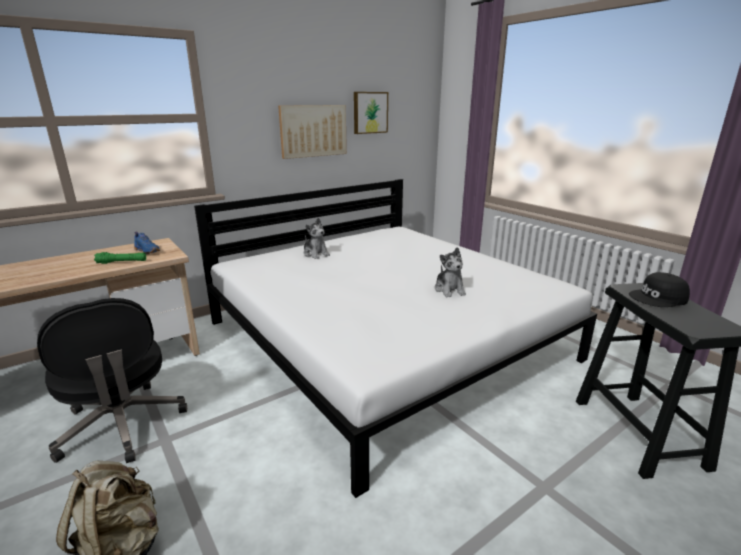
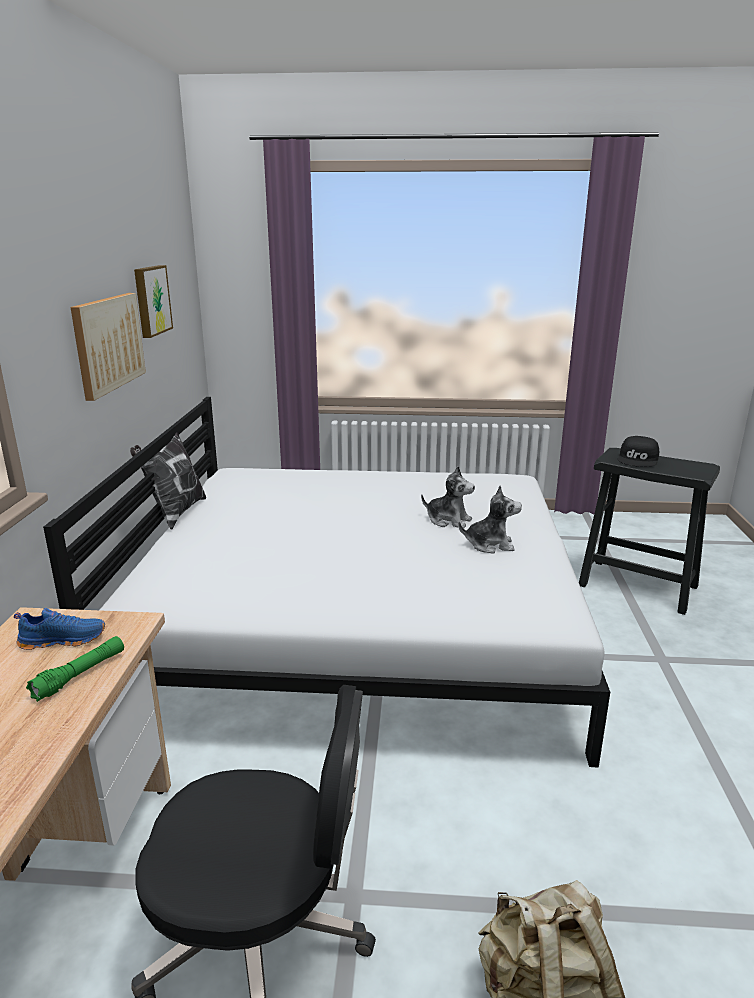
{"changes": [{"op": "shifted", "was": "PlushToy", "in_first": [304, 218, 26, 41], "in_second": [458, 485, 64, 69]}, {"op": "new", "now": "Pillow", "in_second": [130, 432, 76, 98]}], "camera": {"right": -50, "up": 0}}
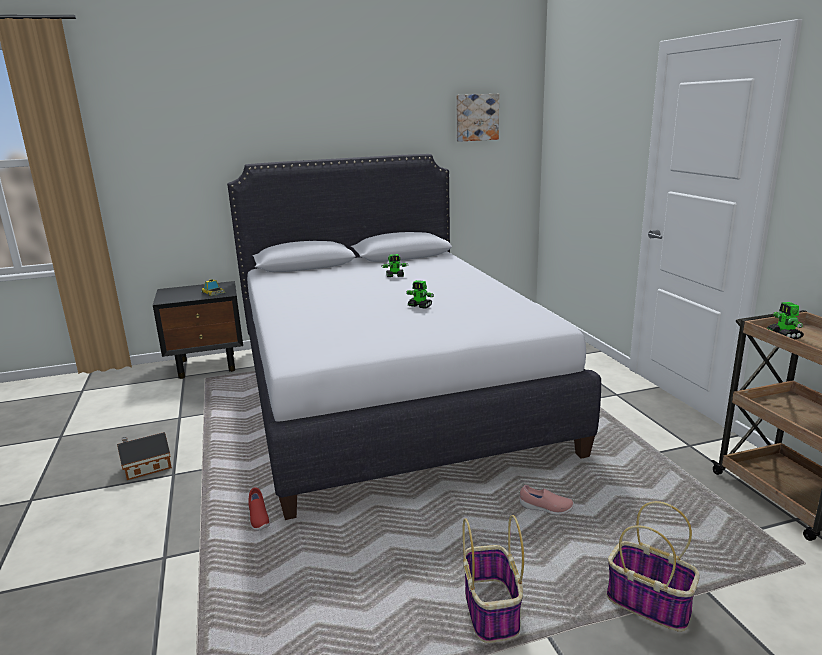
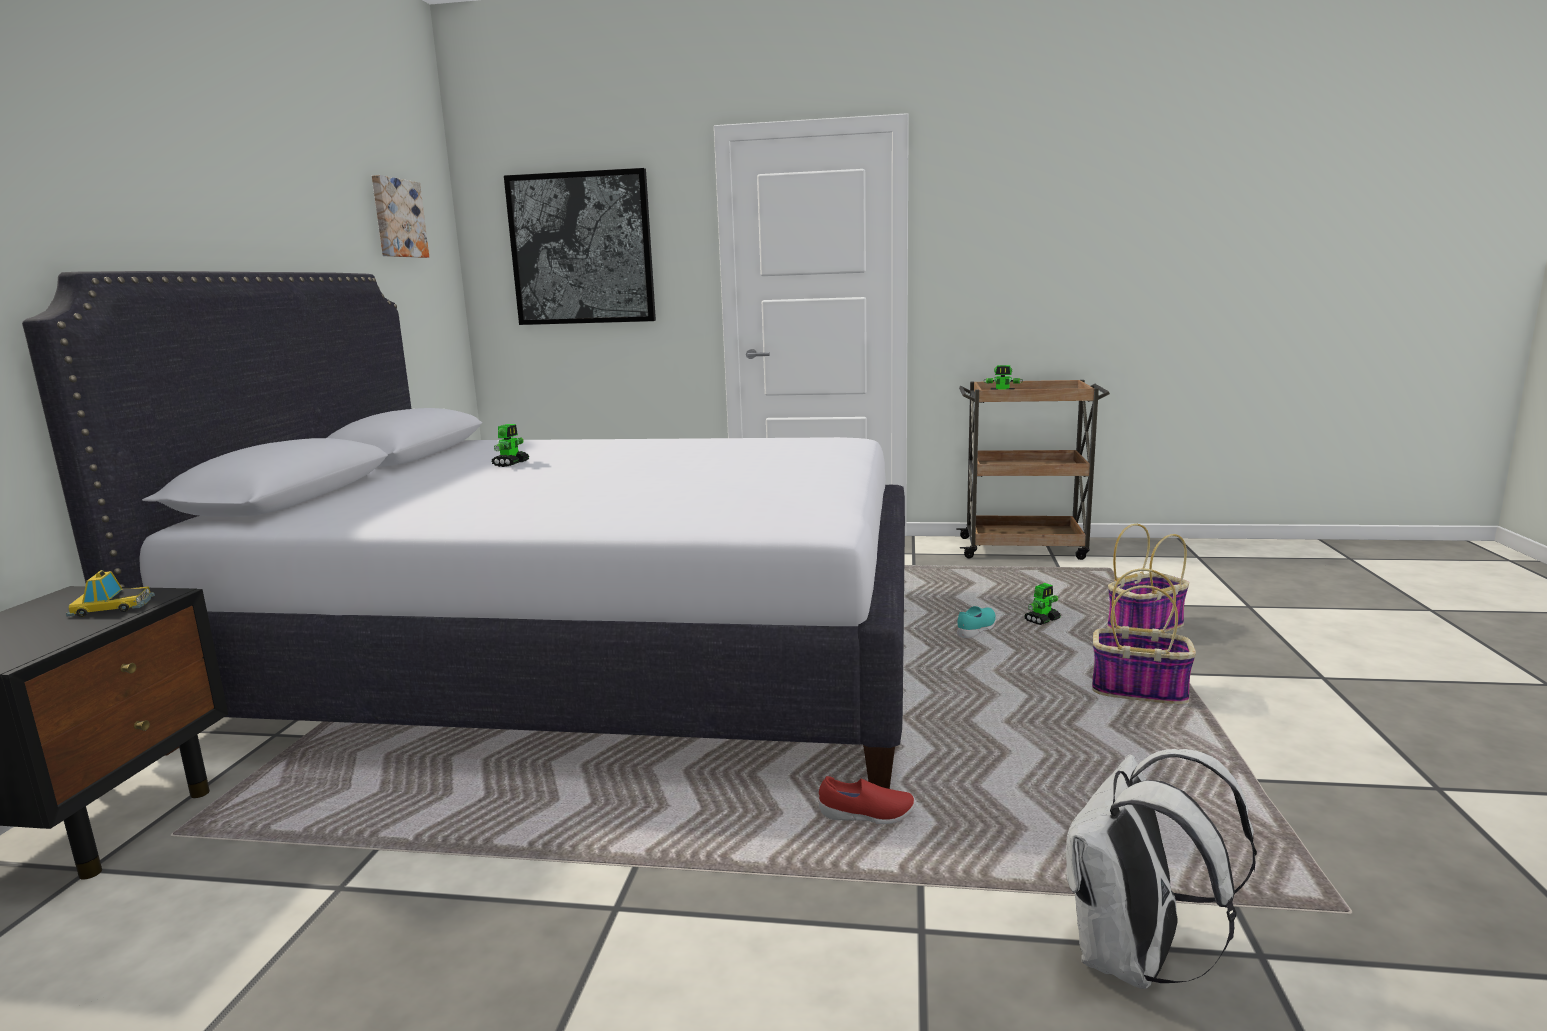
{"changes": [{"op": "shifted", "was": "ToyRobot", "in_first": [406, 280, 28, 29], "in_second": [1025, 583, 36, 42]}, {"op": "gone", "was": "ToyHouse", "in_first": [117, 432, 55, 48]}, {"op": "repainted", "was": "PinkShoe", "now": "TurquoiseShoe", "in_first": [520, 485, 54, 30], "in_second": [957, 606, 39, 32]}, {"op": "new", "now": "Picture", "in_second": [504, 168, 152, 157]}, {"op": "new", "now": "WhiteBackpack", "in_second": [1066, 749, 191, 240]}], "camera": {"right": -65, "up": -5}}
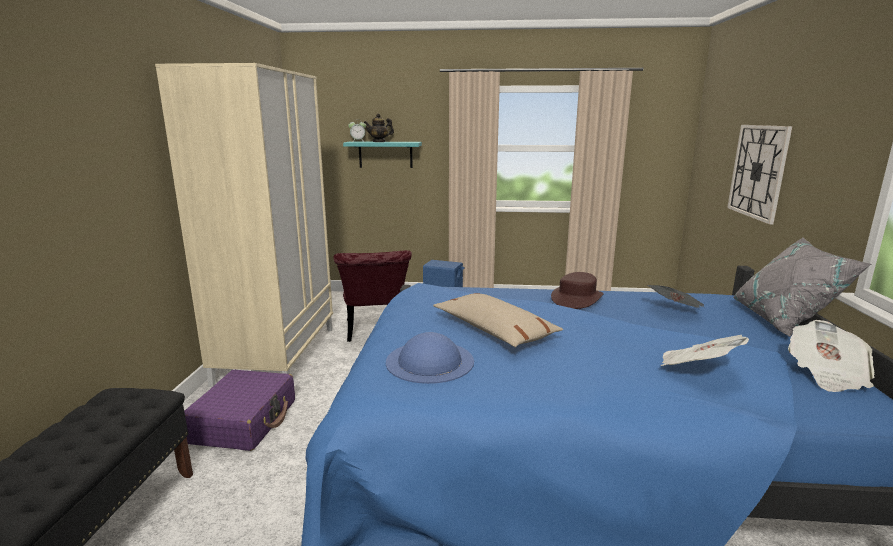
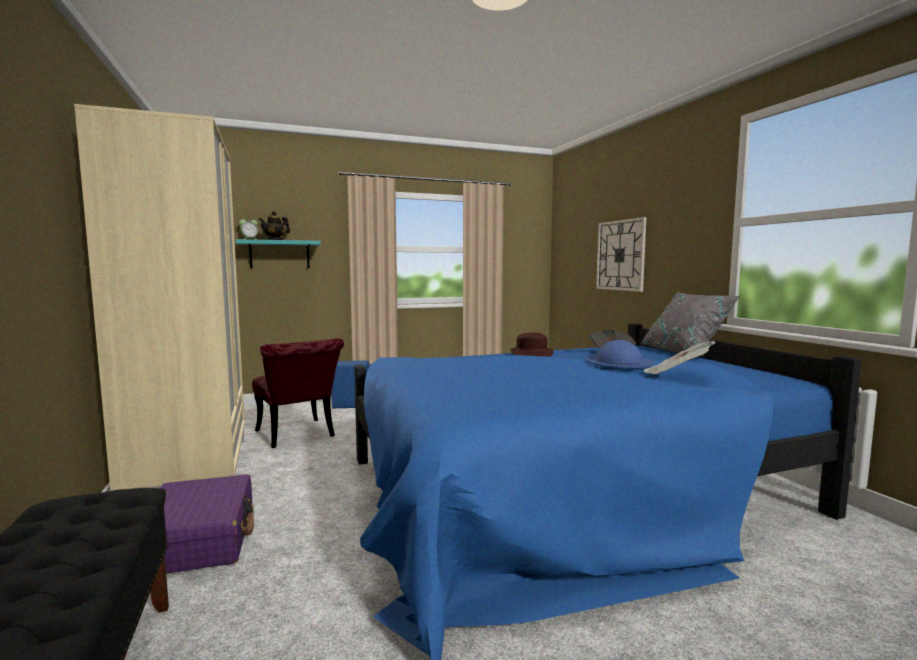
{"changes": [{"op": "gone", "was": "BeigePillow", "in_first": [433, 293, 130, 54]}, {"op": "gone", "was": "Newspaper", "in_first": [788, 320, 86, 72]}, {"op": "shifted", "was": "BlueHat", "in_first": [386, 332, 88, 52], "in_second": [585, 340, 69, 28]}], "camera": {"right": -25, "up": -10}}
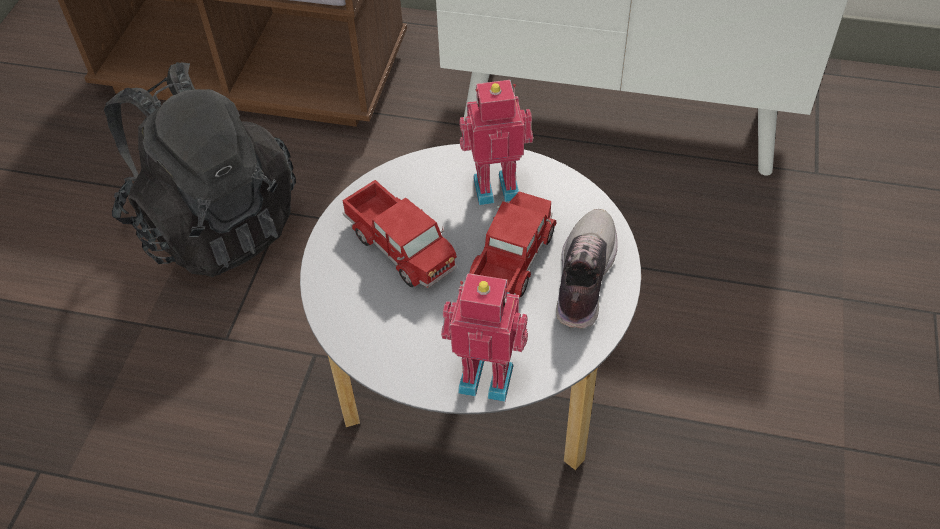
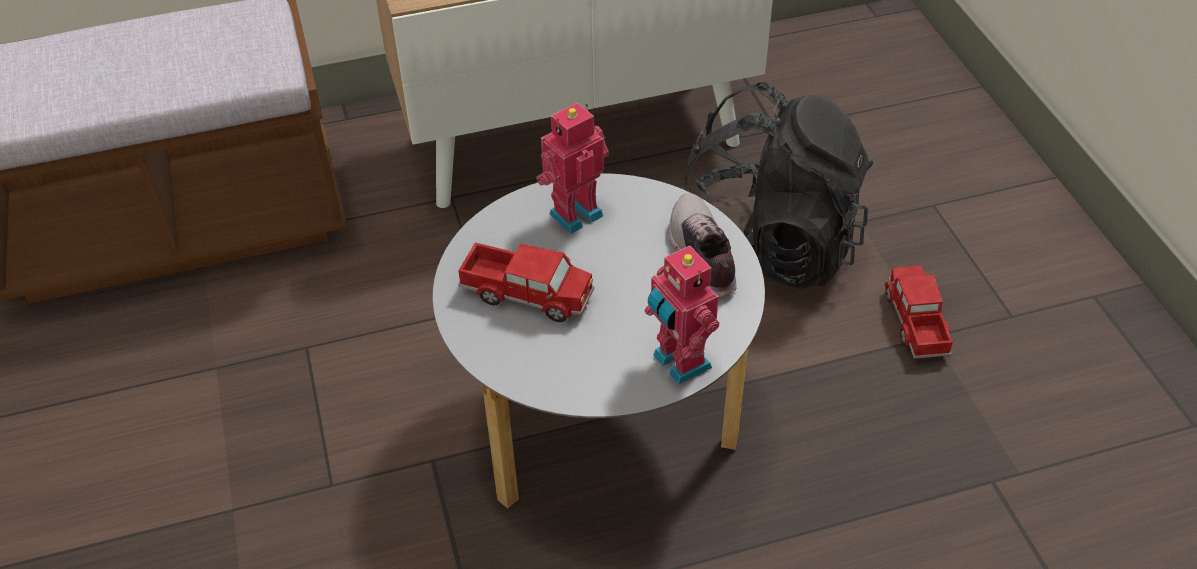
{"changes": [{"op": "shifted", "was": "BlackBackpack", "in_first": [104, 62, 192, 215], "in_second": [684, 82, 189, 207]}, {"op": "shifted", "was": "ToyTruck", "in_first": [469, 192, 88, 105], "in_second": [885, 265, 68, 94]}, {"op": "rotated", "was": "ToyRobot", "in_first": [441, 273, 87, 129], "in_second": [645, 245, 75, 140], "clockwise": -105}], "camera": {"right": -30, "up": -5}}
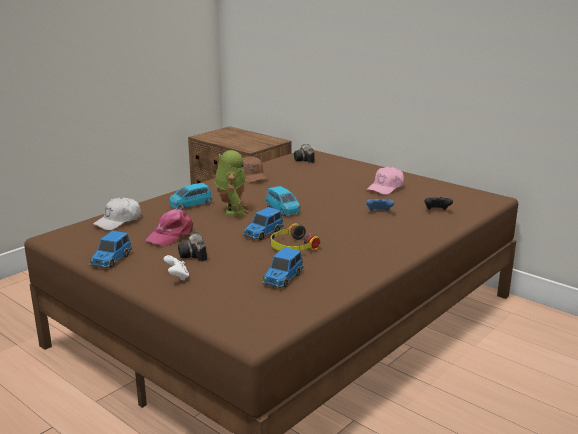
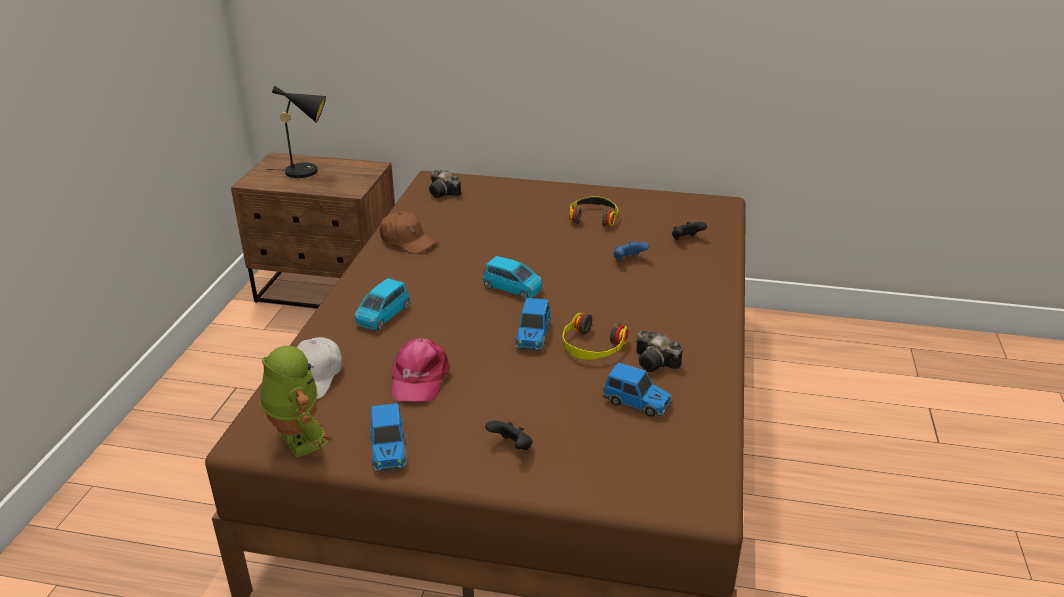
{"changes": [{"op": "shifted", "was": "ToyRobot", "in_first": [215, 150, 34, 66], "in_second": [260, 346, 72, 112]}, {"op": "swapped", "was": "PinkCap", "now": "Headphones", "in_first": [367, 166, 37, 29], "in_second": [569, 196, 50, 31]}, {"op": "shifted", "was": "PhotoCamera", "in_first": [178, 232, 29, 30], "in_second": [636, 331, 47, 41]}, {"op": "rotated", "was": "ToyCar", "in_first": [262, 247, 41, 41], "in_second": [603, 362, 69, 55], "clockwise": -60}, {"op": "repainted", "was": "WhiteGameController", "now": "BlackGameController", "in_first": [164, 255, 25, 26], "in_second": [485, 420, 48, 30]}, {"op": "new", "now": "BlackTableLamp", "in_second": [266, 86, 60, 92]}], "camera": {"right": -30, "up": 10}}
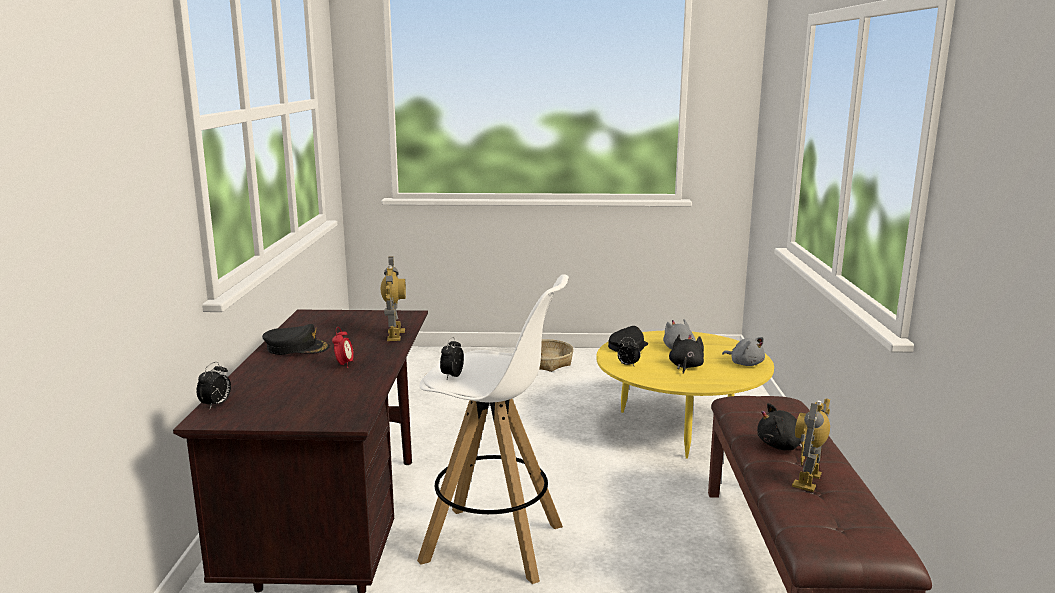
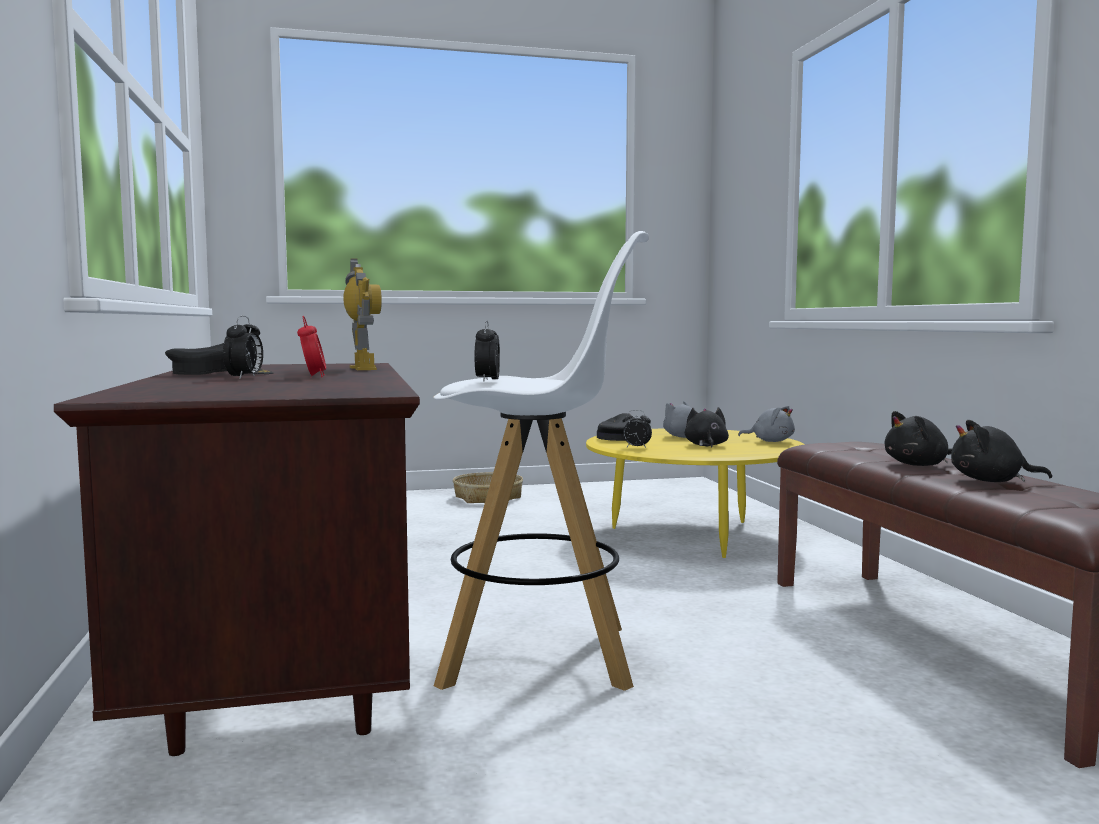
{"changes": [{"op": "shifted", "was": "AlarmClock", "in_first": [196, 362, 35, 47], "in_second": [223, 316, 40, 63]}, {"op": "swapped", "was": "ToyRobot", "now": "BlackPlushToy", "in_first": [792, 399, 38, 93], "in_second": [951, 420, 101, 62]}], "camera": {"right": -15, "up": -10}}
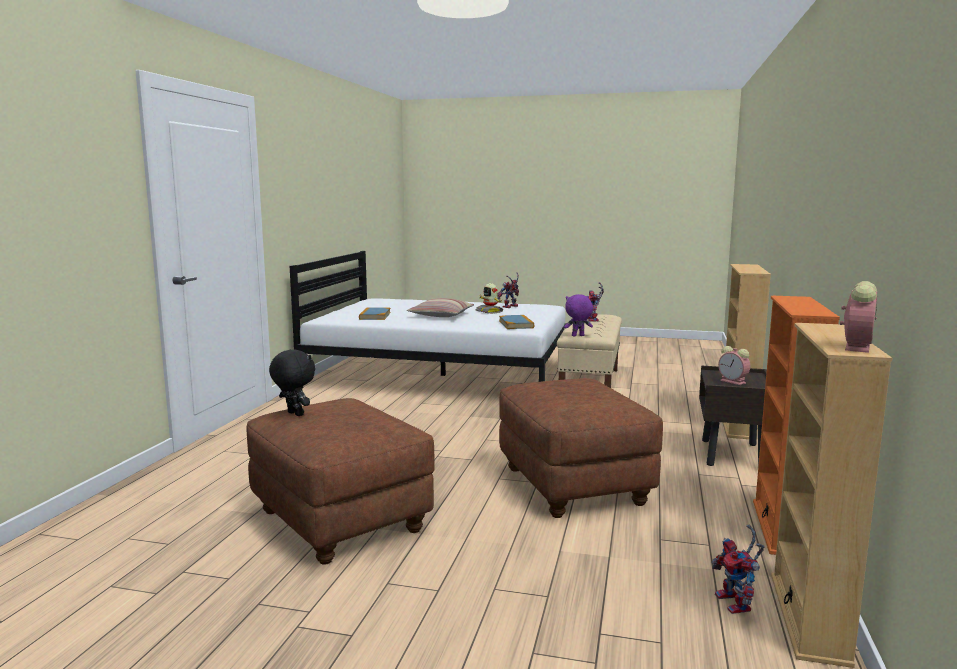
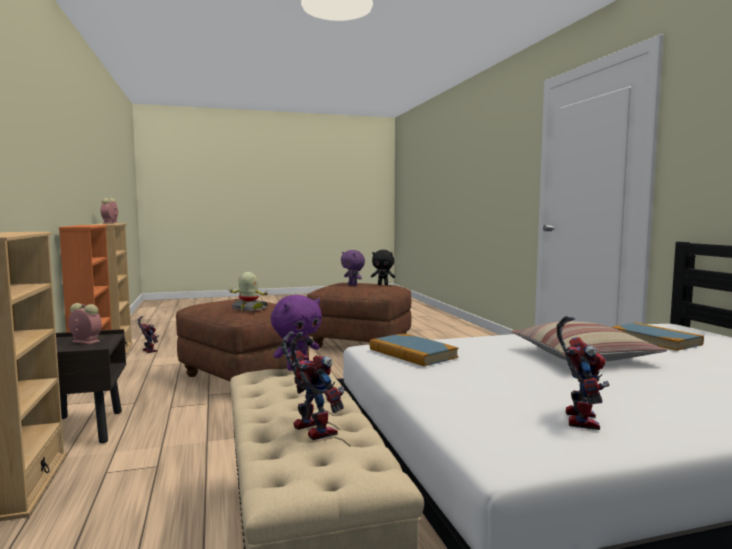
{"changes": [{"op": "shifted", "was": "ToyRobot", "in_first": [476, 283, 27, 31], "in_second": [229, 272, 39, 39]}, {"op": "new", "now": "PurplePlushToy", "in_second": [341, 250, 24, 36]}], "camera": {"right": 150, "up": -5}}
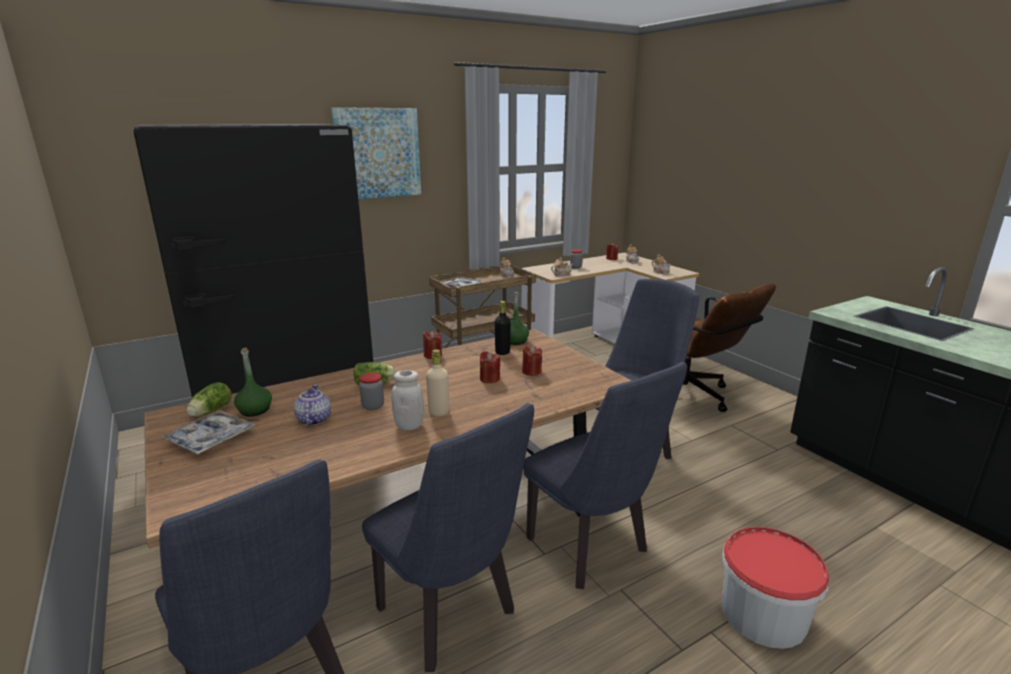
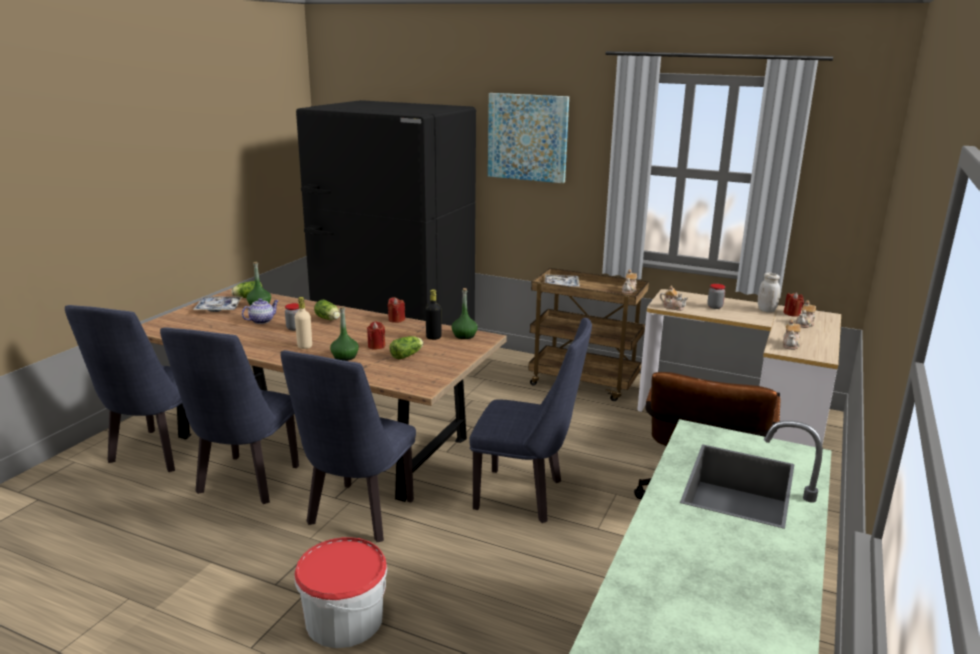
{"changes": [{"op": "swapped", "was": "RedCandle", "now": "Lettuce", "in_first": [522, 346, 20, 30], "in_second": [389, 336, 34, 23]}, {"op": "shifted", "was": "WhiteJar", "in_first": [391, 370, 33, 60], "in_second": [758, 273, 22, 40]}, {"op": "new", "now": "GreenBottle", "in_second": [330, 306, 29, 55]}], "camera": {"right": 55, "up": 0}}
